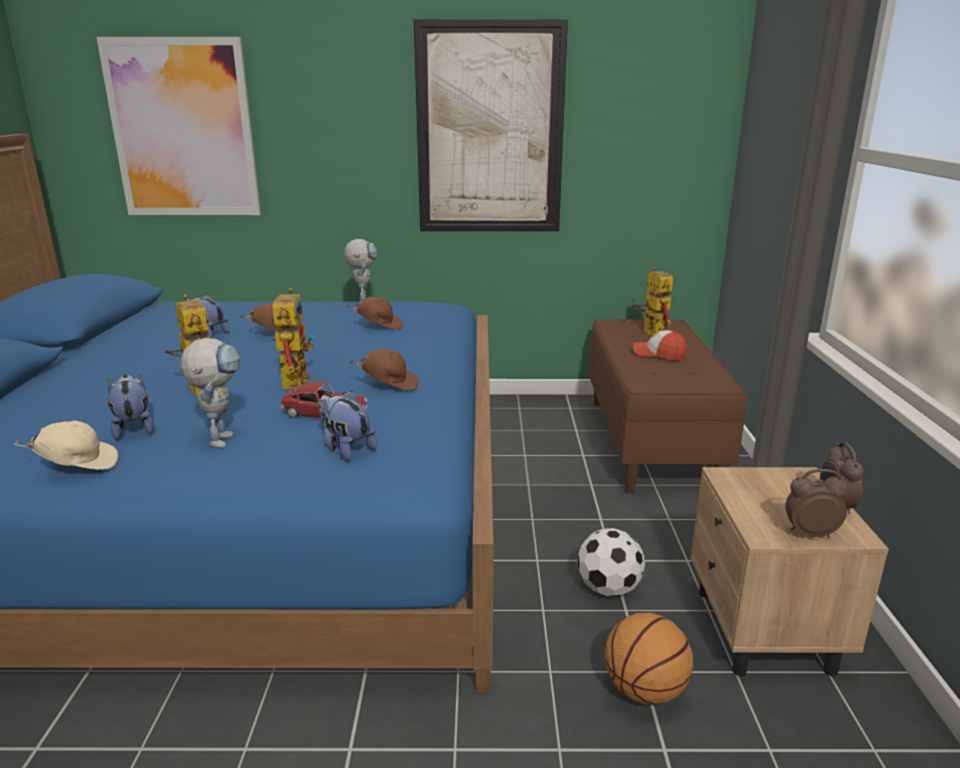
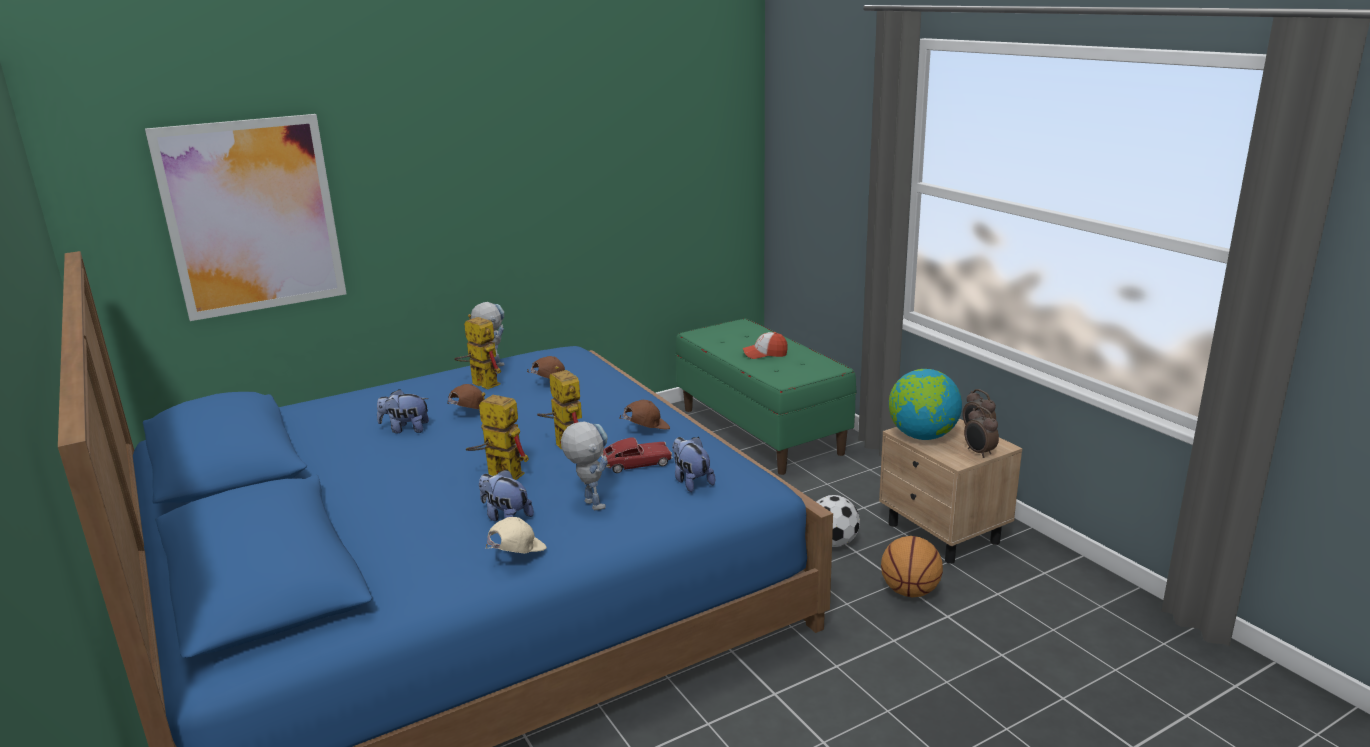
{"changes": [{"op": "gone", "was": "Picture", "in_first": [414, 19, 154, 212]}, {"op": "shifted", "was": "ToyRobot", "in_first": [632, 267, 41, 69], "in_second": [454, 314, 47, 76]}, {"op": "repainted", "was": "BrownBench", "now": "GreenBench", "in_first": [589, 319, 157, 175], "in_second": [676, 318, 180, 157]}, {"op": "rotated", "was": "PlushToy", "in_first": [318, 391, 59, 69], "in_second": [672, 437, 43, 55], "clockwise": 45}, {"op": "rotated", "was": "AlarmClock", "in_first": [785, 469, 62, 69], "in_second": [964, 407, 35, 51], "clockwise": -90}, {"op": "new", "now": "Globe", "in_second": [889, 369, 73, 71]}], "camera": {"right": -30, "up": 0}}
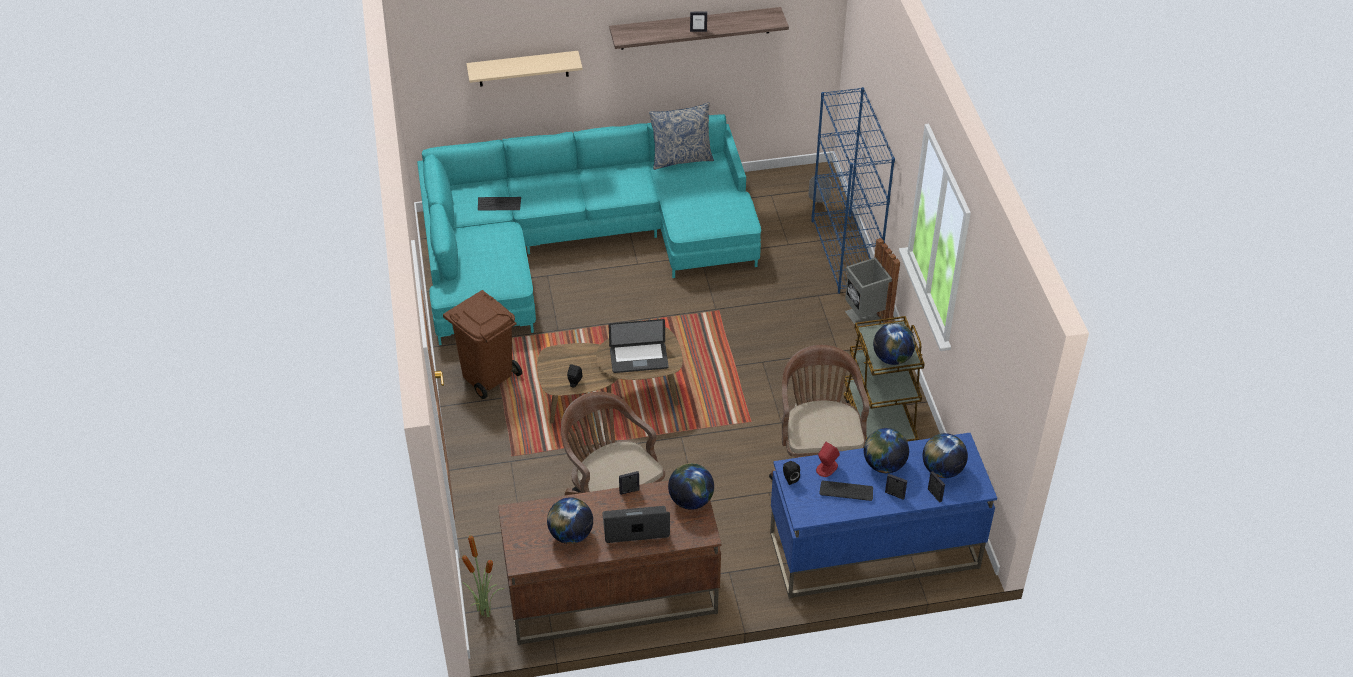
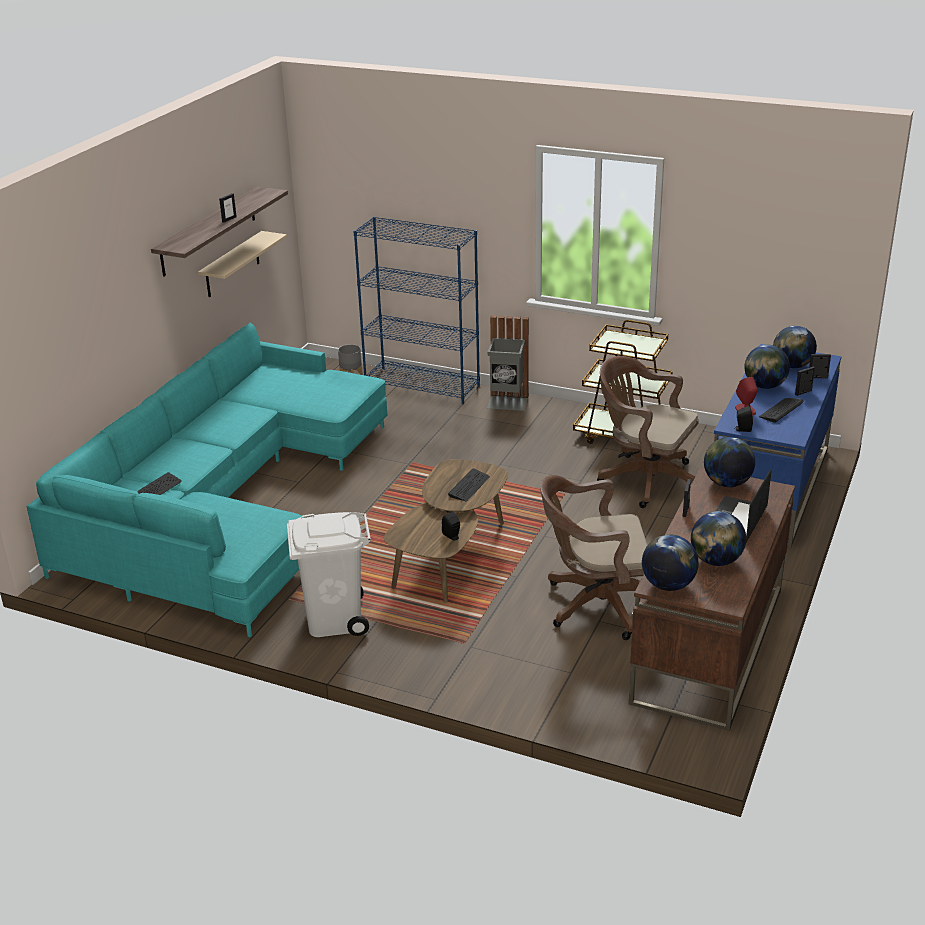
{"changes": [{"op": "shifted", "was": "BeigeShelf", "in_first": [466, 51, 117, 36], "in_second": [198, 231, 89, 66]}, {"op": "gone", "was": "Pillow", "in_first": [649, 102, 65, 68]}, {"op": "repainted", "was": "BrownTrashCan", "now": "WhiteTrashCan", "in_first": [443, 290, 79, 109], "in_second": [287, 512, 84, 125]}, {"op": "swapped", "was": "Laptop", "now": "Keyboard", "in_first": [609, 319, 60, 54], "in_second": [448, 468, 42, 33]}, {"op": "shifted", "was": "Globe", "in_first": [873, 323, 42, 42], "in_second": [642, 534, 57, 57]}, {"op": "gone", "was": "PottedPlant", "in_first": [462, 532, 42, 85]}], "camera": {"right": -55, "up": -15}}
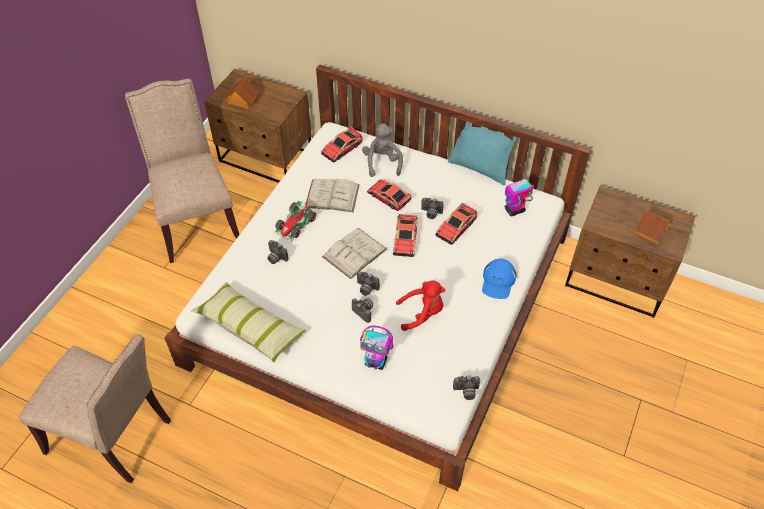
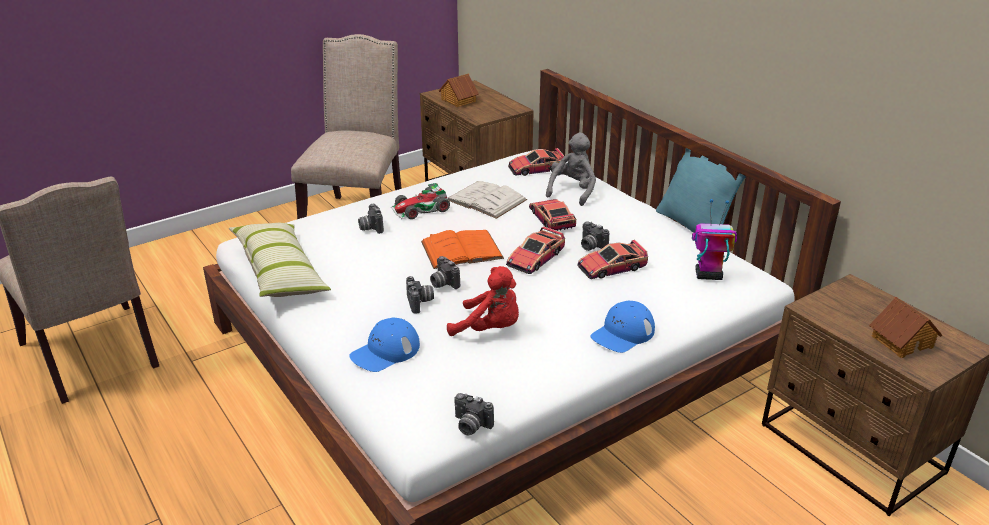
{"changes": [{"op": "repainted", "was": "WhiteBook", "now": "OrangeBook", "in_first": [322, 228, 65, 51], "in_second": [421, 230, 83, 39]}, {"op": "swapped", "was": "ToyRobot", "now": "BlueCap", "in_first": [360, 326, 33, 44], "in_second": [349, 317, 71, 55]}], "camera": {"right": 30, "up": -20}}
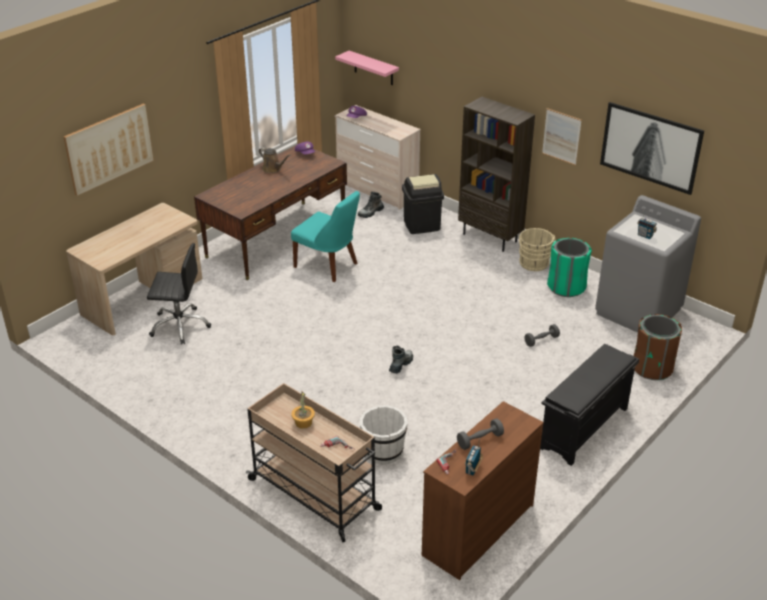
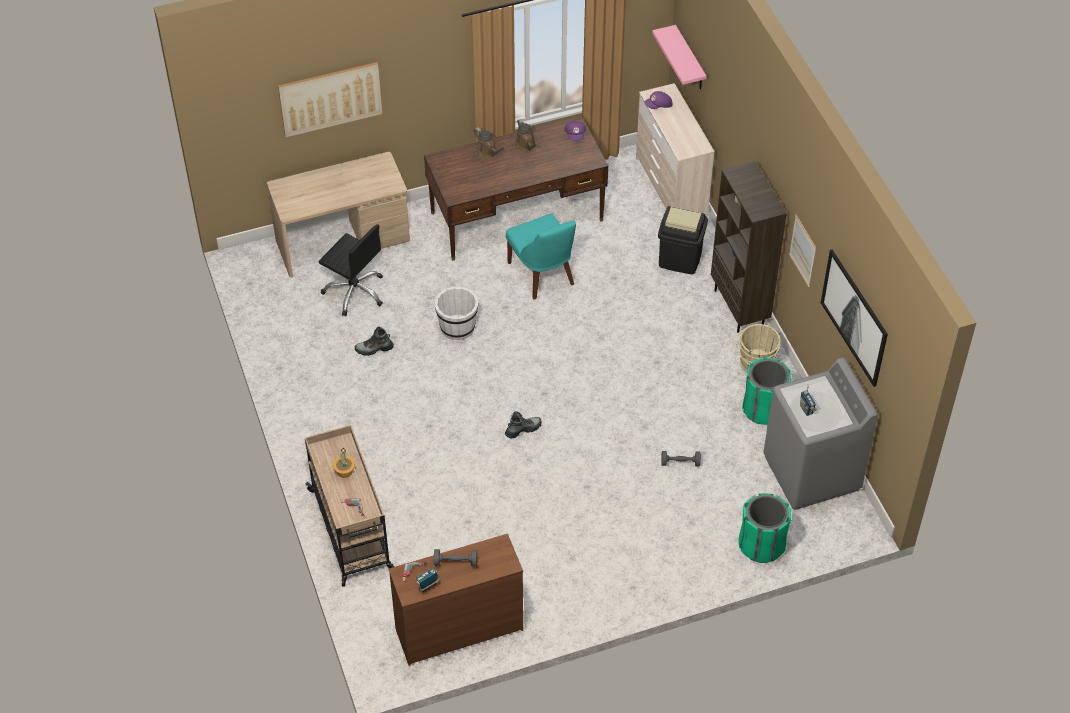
{"changes": [{"op": "shifted", "was": "Boot", "in_first": [358, 192, 26, 26], "in_second": [355, 327, 38, 29]}, {"op": "repainted", "was": "BrownTrashCan", "now": "GreenTrashCan", "in_first": [634, 314, 48, 66], "in_second": [739, 493, 52, 70]}, {"op": "gone", "was": "BlackShoeRack", "in_first": [540, 344, 99, 122]}, {"op": "shifted", "was": "WhiteBucket", "in_first": [360, 405, 48, 60], "in_second": [434, 287, 44, 53]}, {"op": "new", "now": "BrownWateringCan", "in_second": [474, 127, 33, 32]}], "camera": {"right": 30, "up": 15}}
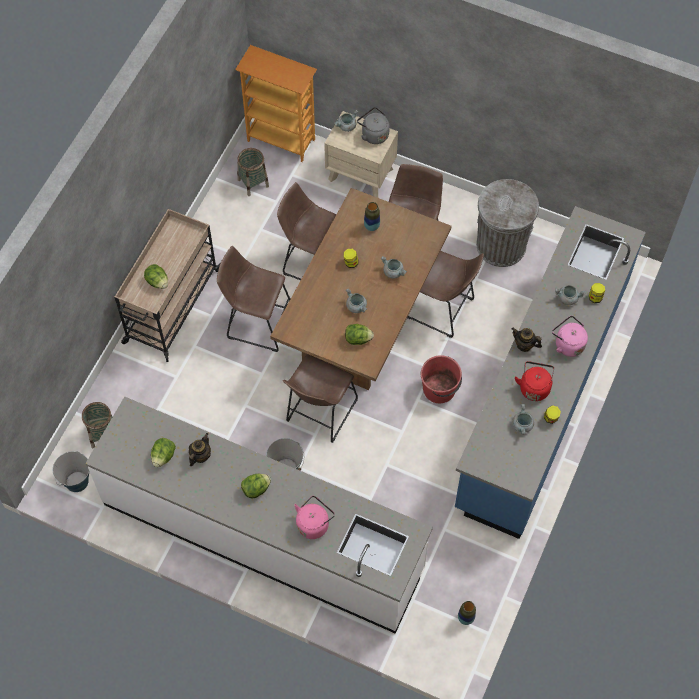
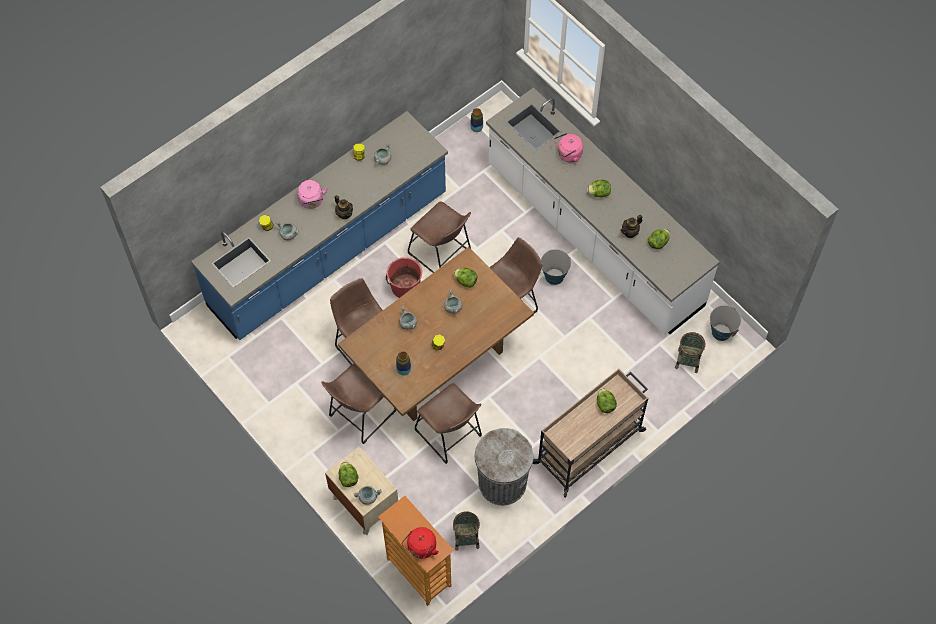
{"changes": [{"op": "swapped", "was": "GreyKettle", "now": "Lettuce", "in_first": [357, 107, 33, 37], "in_second": [339, 462, 19, 25]}, {"op": "shifted", "was": "GreyTrashCan", "in_first": [476, 179, 63, 88], "in_second": [475, 428, 59, 77]}, {"op": "shifted", "was": "BrownStool", "in_first": [217, 246, 73, 106], "in_second": [408, 201, 63, 72]}, {"op": "shifted", "was": "RedKettle", "in_first": [515, 361, 39, 40], "in_second": [402, 527, 37, 32]}], "camera": {"right": -155, "up": 0}}
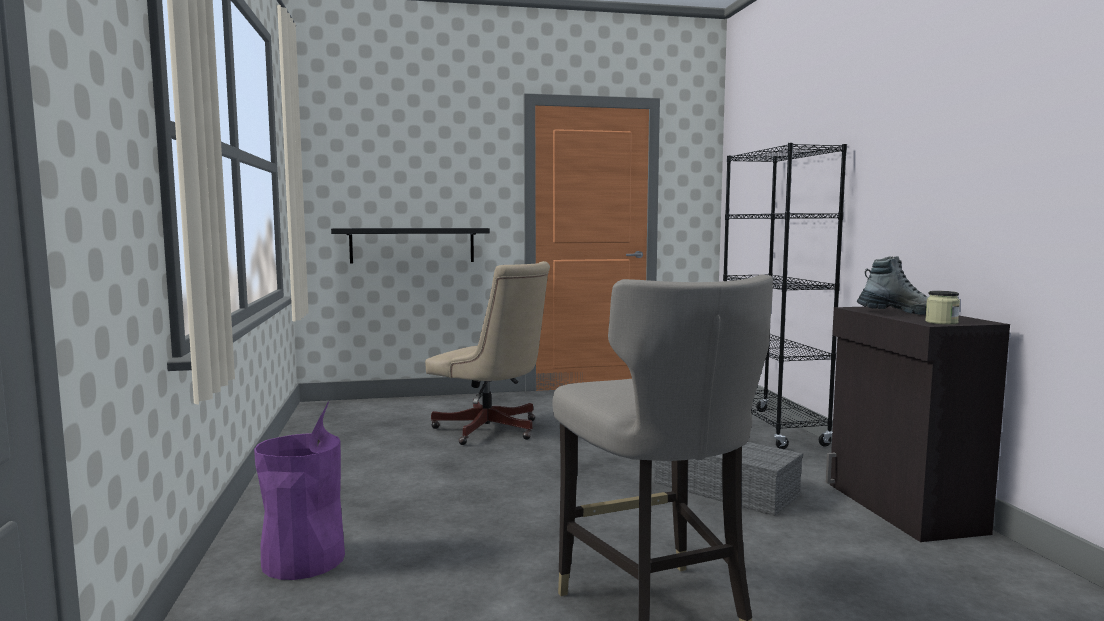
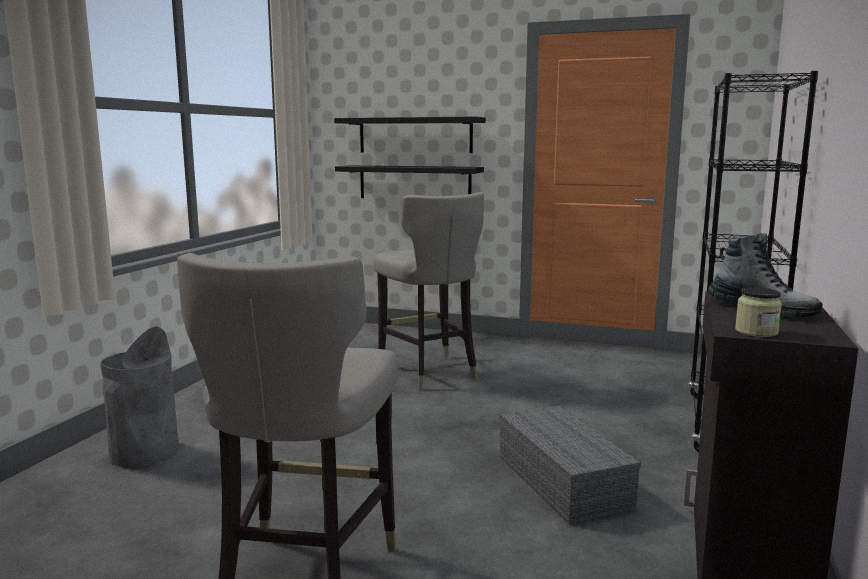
{"changes": [{"op": "swapped", "was": "BeigeOfficeChair", "now": "GreyStool", "in_first": [425, 261, 125, 184], "in_second": [373, 192, 111, 198]}, {"op": "repainted", "was": "PurpleTrashCan", "now": "GreyTrashCan", "in_first": [254, 401, 91, 179], "in_second": [100, 326, 79, 142]}, {"op": "new", "now": "BlackShelf", "in_second": [334, 117, 152, 36]}], "camera": {"right": 30, "up": 5}}
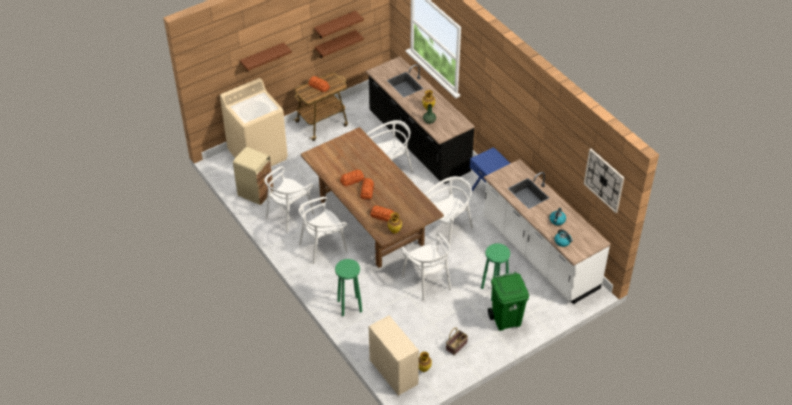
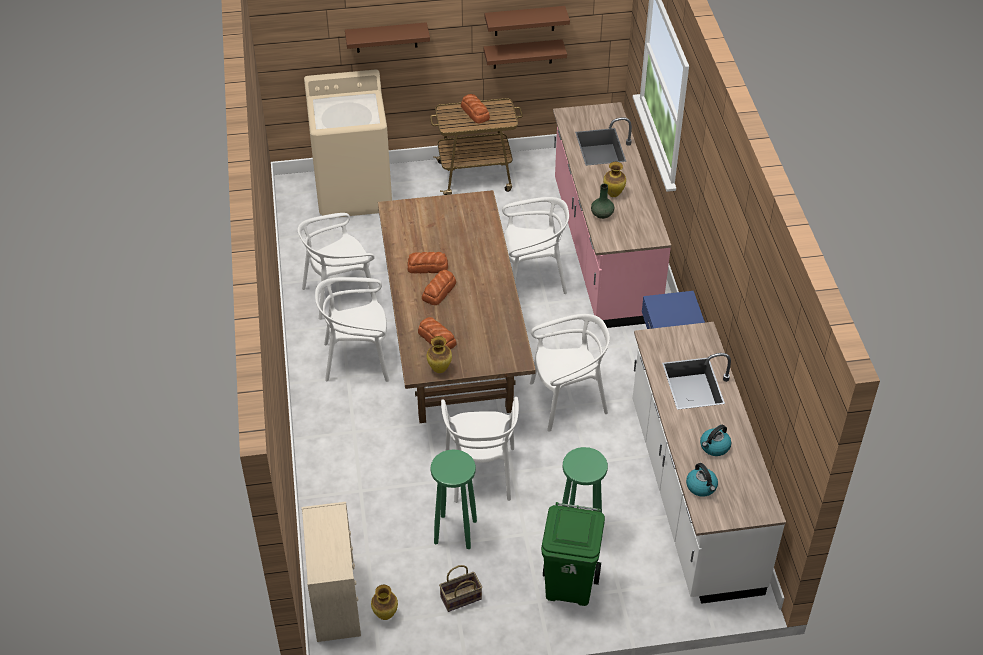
{"changes": [{"op": "repainted", "was": "BlackCounter", "now": "PinkCounter", "in_first": [366, 56, 109, 128], "in_second": [553, 102, 118, 226]}, {"op": "gone", "was": "BeigeTrashCan", "in_first": [233, 147, 41, 58]}, {"op": "gone", "was": "WallClock", "in_first": [584, 149, 40, 64]}, {"op": "shifted", "was": "GreenStool", "in_first": [335, 259, 27, 57], "in_second": [430, 450, 47, 99]}], "camera": {"right": 25, "up": 0}}
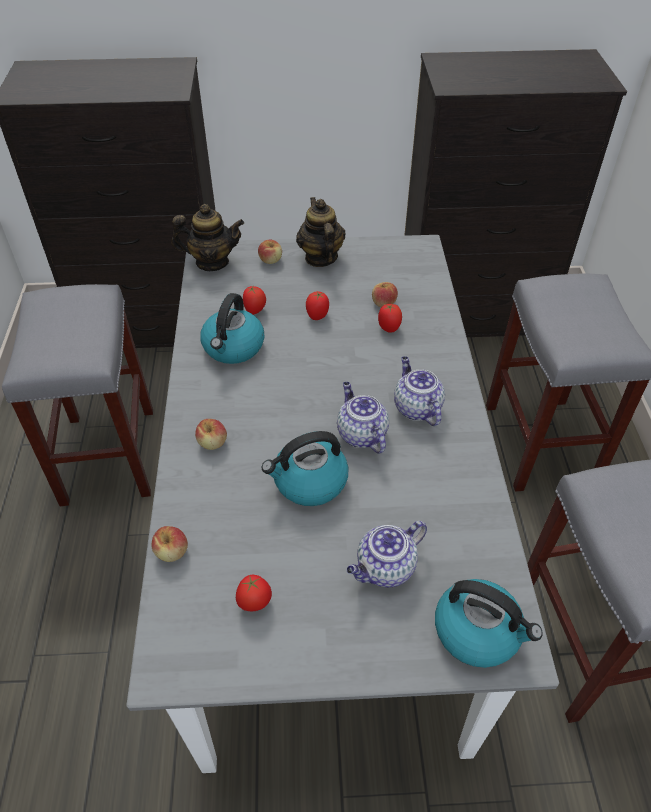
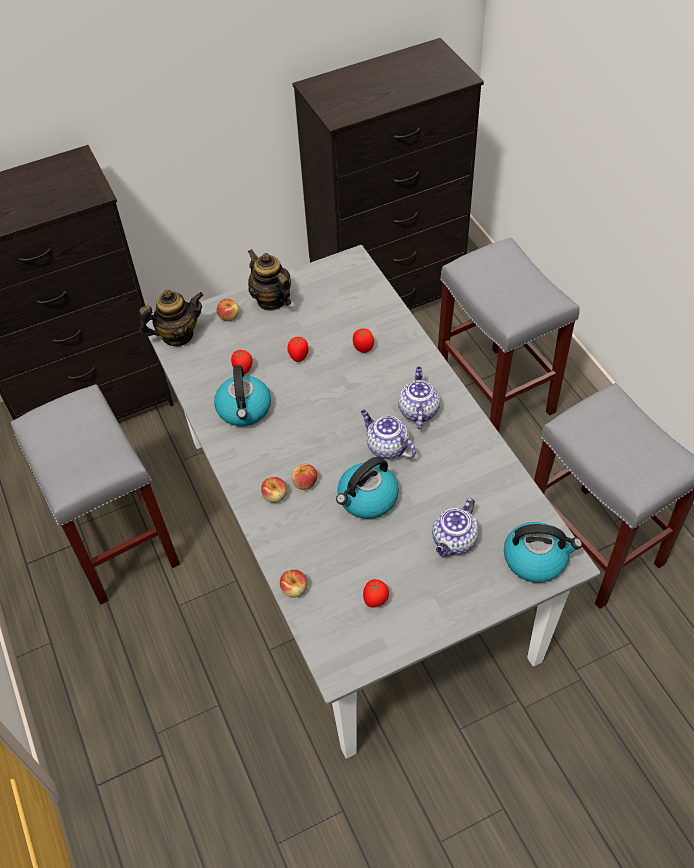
{"changes": [{"op": "shifted", "was": "Apple", "in_first": [372, 282, 26, 25], "in_second": [292, 464, 26, 26]}, {"op": "rotated", "was": "Teapot", "in_first": [394, 356, 51, 70], "in_second": [398, 366, 42, 63], "clockwise": 45}], "camera": {"right": -20, "up": 5}}
